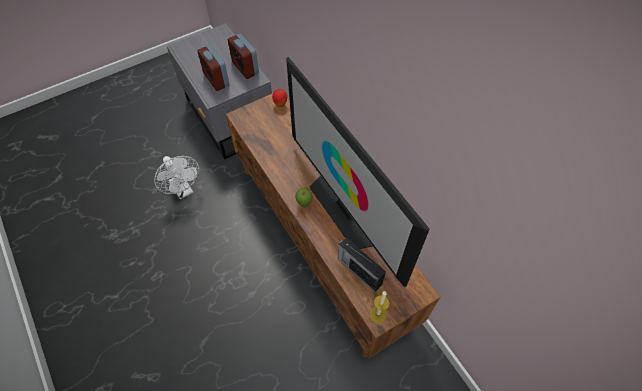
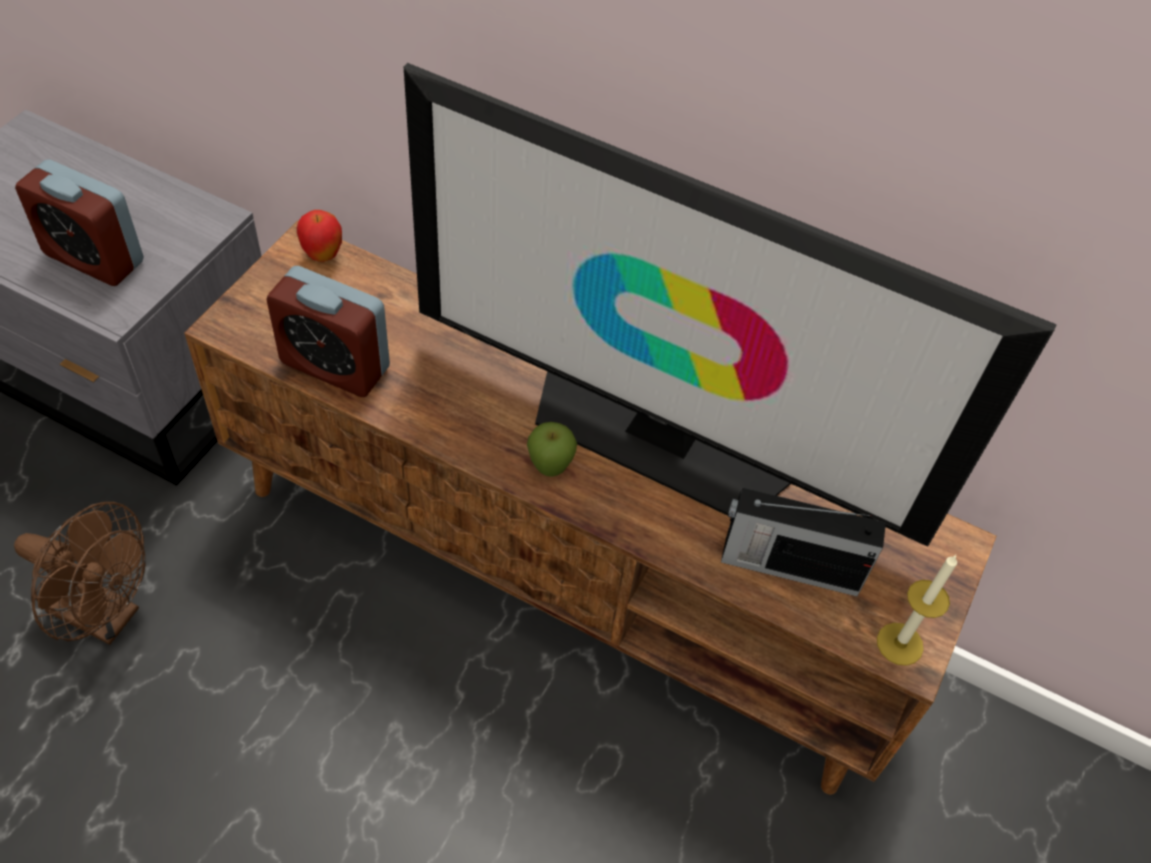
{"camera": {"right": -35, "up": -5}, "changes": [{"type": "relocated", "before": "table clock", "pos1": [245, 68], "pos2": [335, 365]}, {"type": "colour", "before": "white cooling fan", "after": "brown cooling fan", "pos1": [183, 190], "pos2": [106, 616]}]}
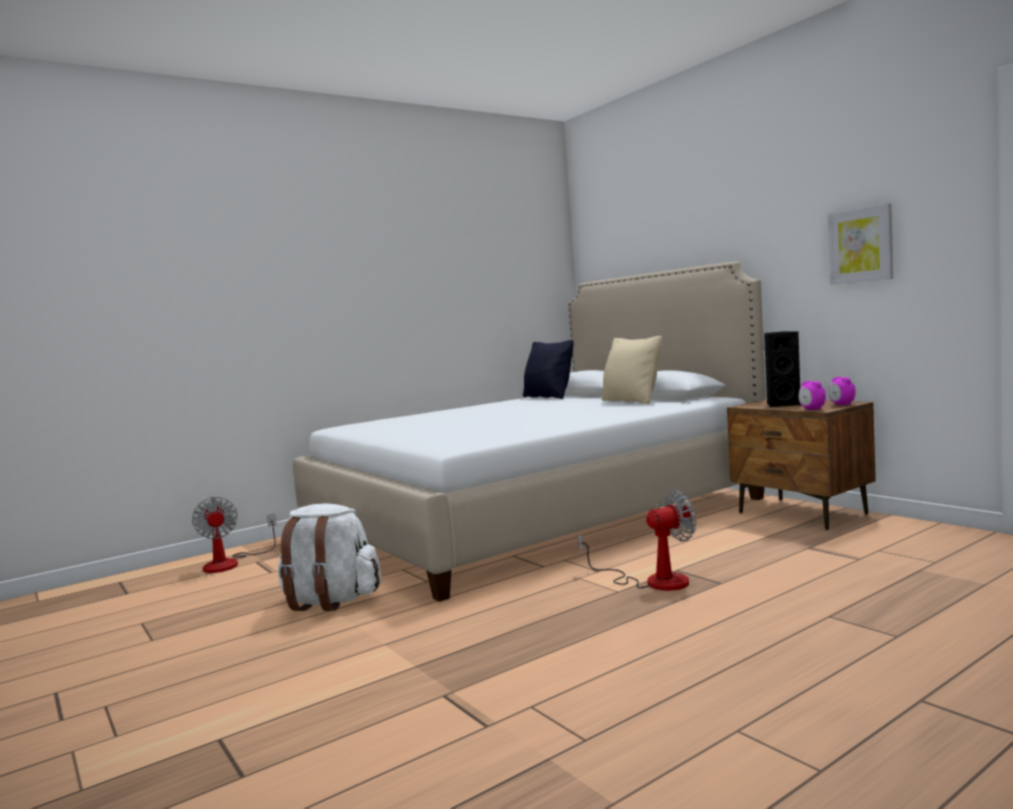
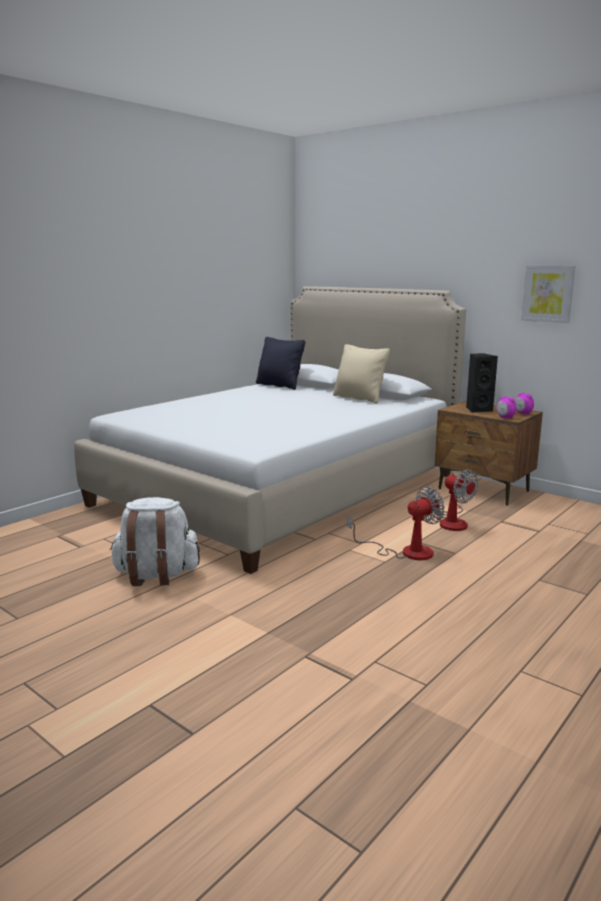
{"camera": {"right": -15, "up": 10}, "changes": [{"type": "relocated", "before": "cooling fan", "pos1": [231, 563], "pos2": [453, 521]}]}
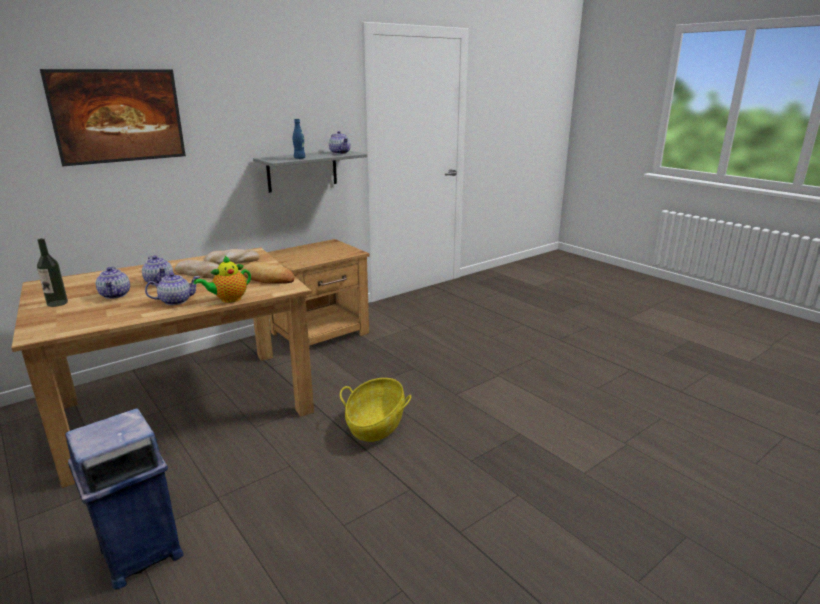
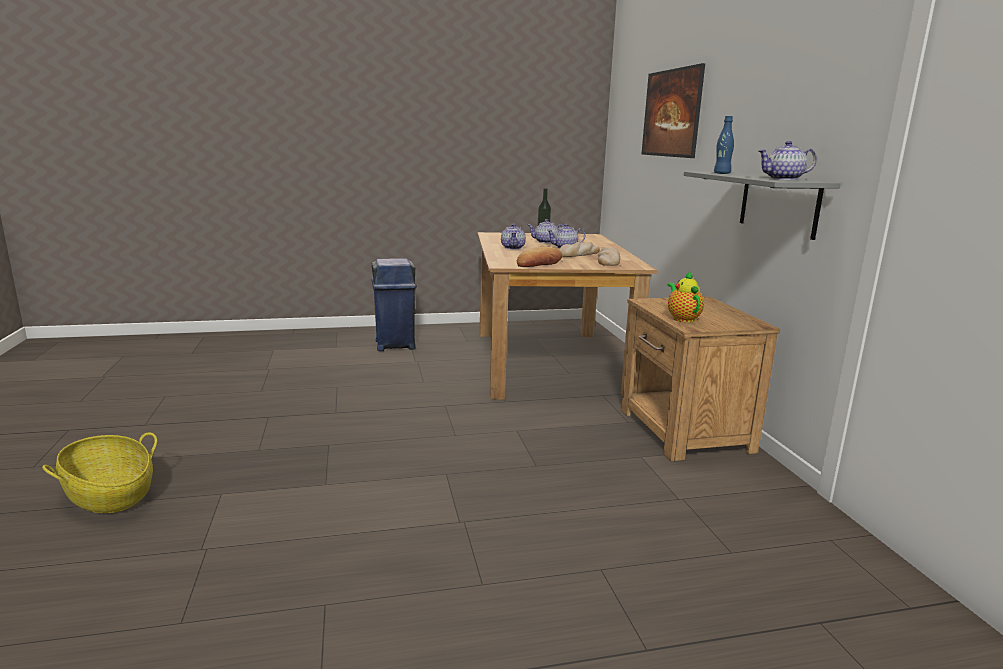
{"camera": {"right": 115, "up": -5}, "changes": [{"type": "relocated", "before": "pot for tea", "pos1": [228, 299], "pos2": [682, 318]}, {"type": "relocated", "before": "storage basket", "pos1": [376, 425], "pos2": [109, 494]}]}
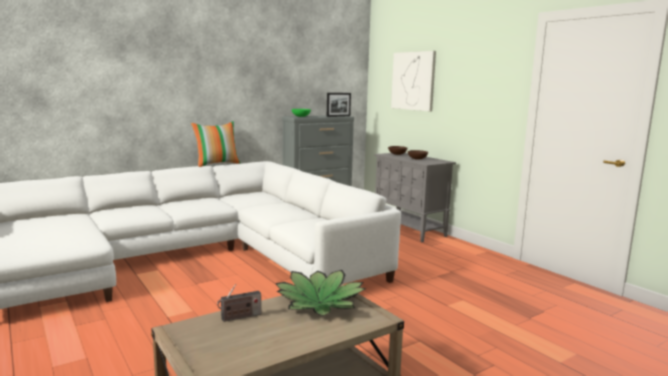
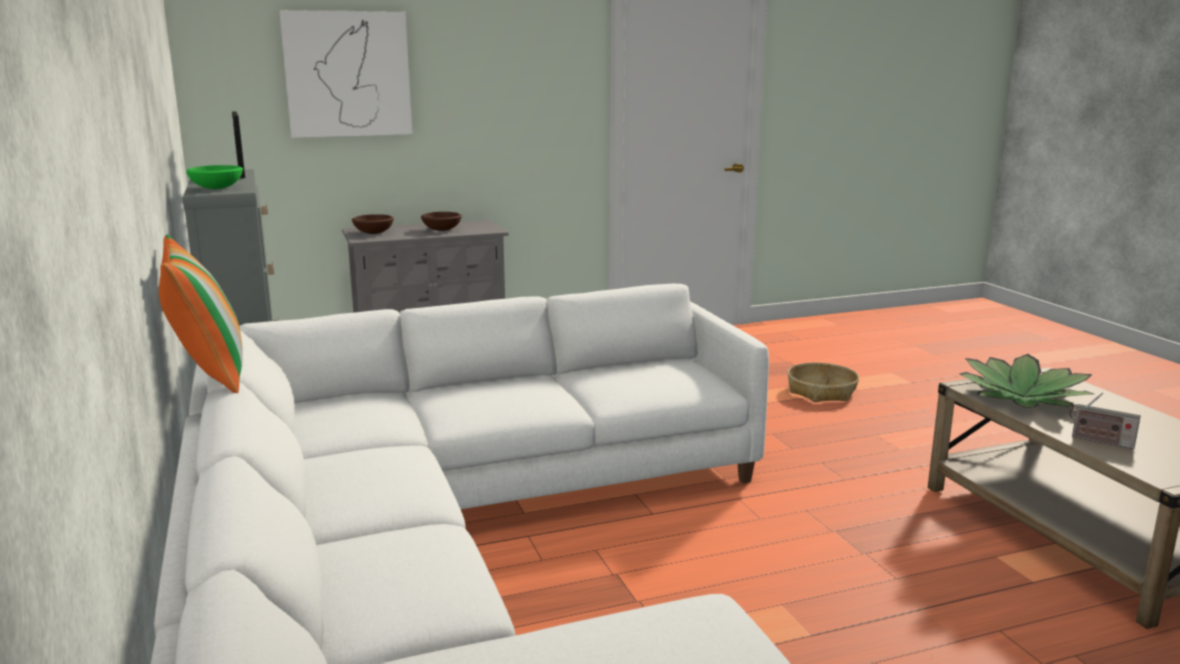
{"camera": {"right": -75, "up": 5}, "changes": [{"type": "spun", "before": "radio", "pos1": [239, 317], "pos2": [1099, 441], "turn": 135}, {"type": "appeared", "after": "storage basket", "pos2": [821, 391]}]}
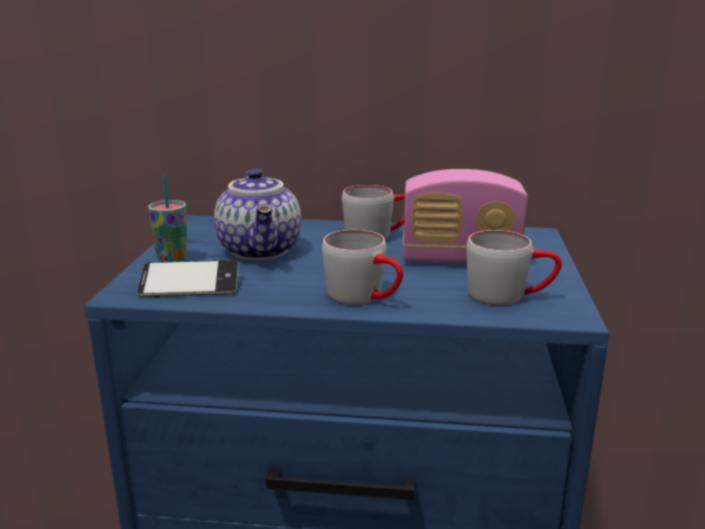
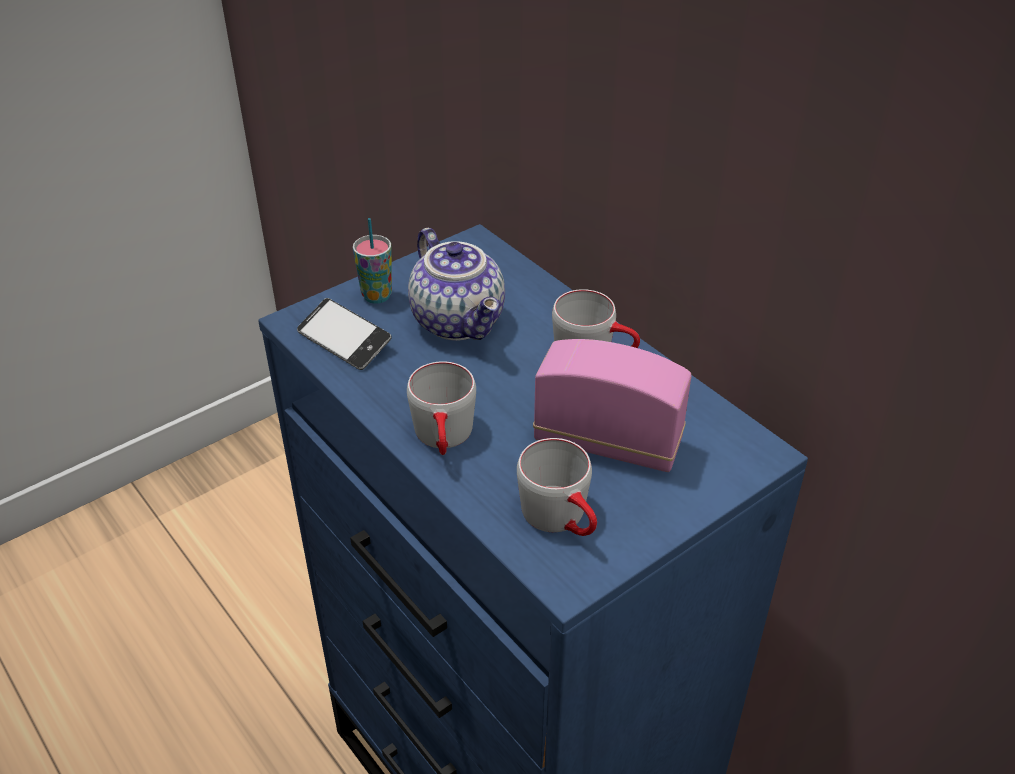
{"camera": {"right": 45, "up": 20}, "changes": [{"type": "spun", "before": "pot for tea", "pos1": [262, 251], "pos2": [460, 321], "turn": -60}, {"type": "spun", "before": "radio", "pos1": [460, 259], "pos2": [607, 442], "turn": 150}]}
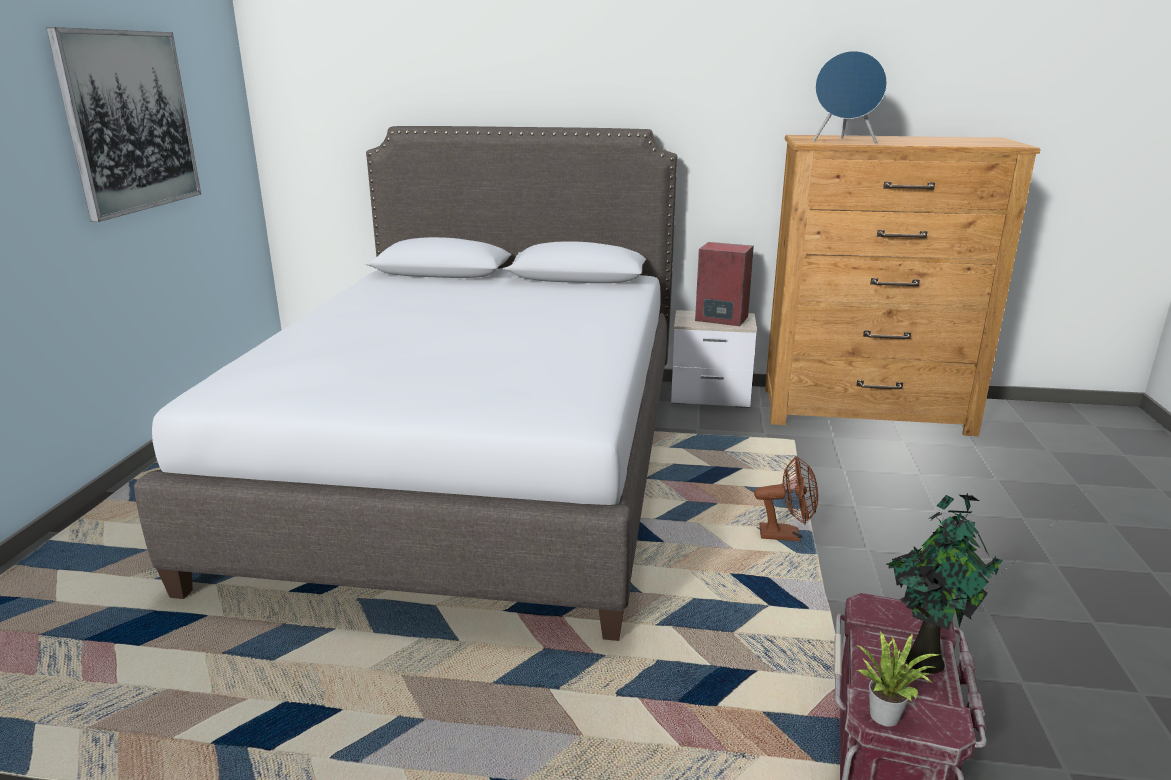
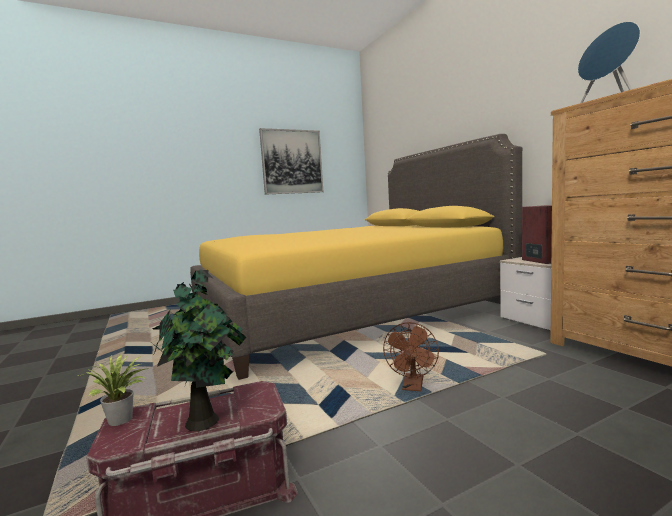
{"camera": {"right": 55, "up": -15}, "changes": [{"type": "colour", "before": "gray sleeping bed", "after": "yellow sleeping bed", "pos1": [474, 465], "pos2": [348, 313]}, {"type": "spun", "before": "brown cooling fan", "pos1": [786, 535], "pos2": [413, 387], "turn": 45}]}
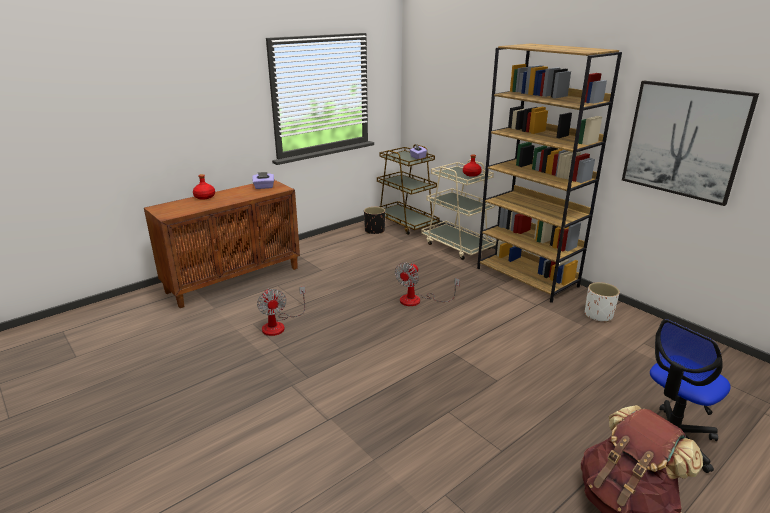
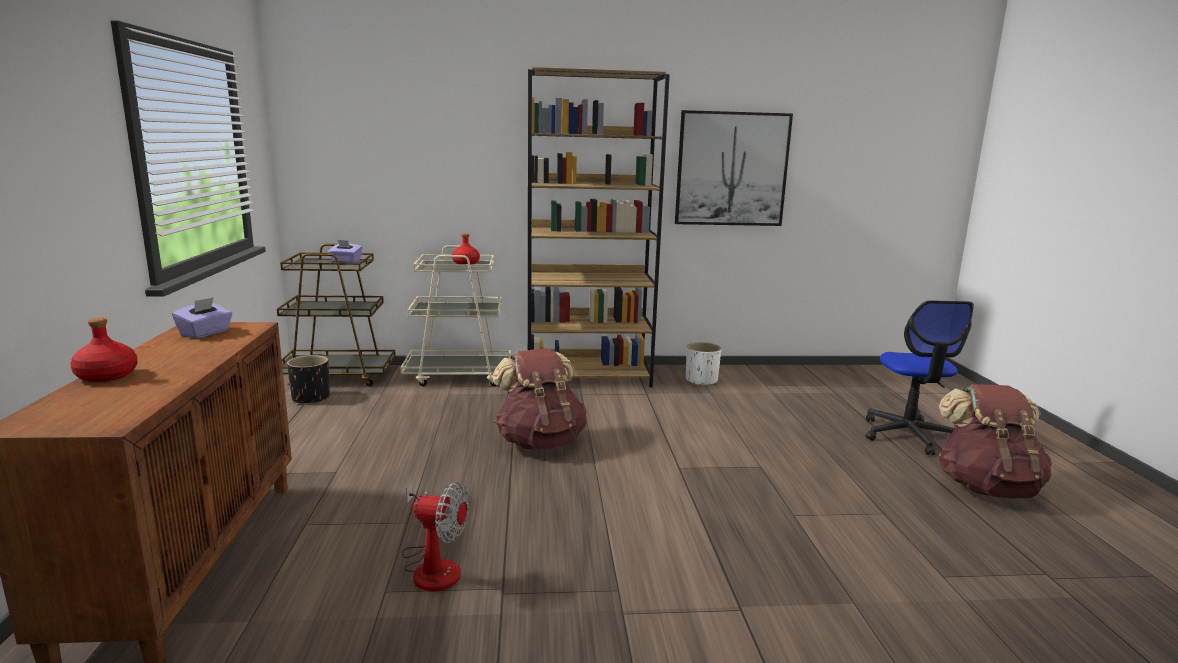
{"camera": {"right": -55, "up": -10}, "changes": [{"type": "exchanged", "before": "cooling fan", "after": "brown knapsack", "pos1": [418, 300], "pos2": [540, 442]}]}
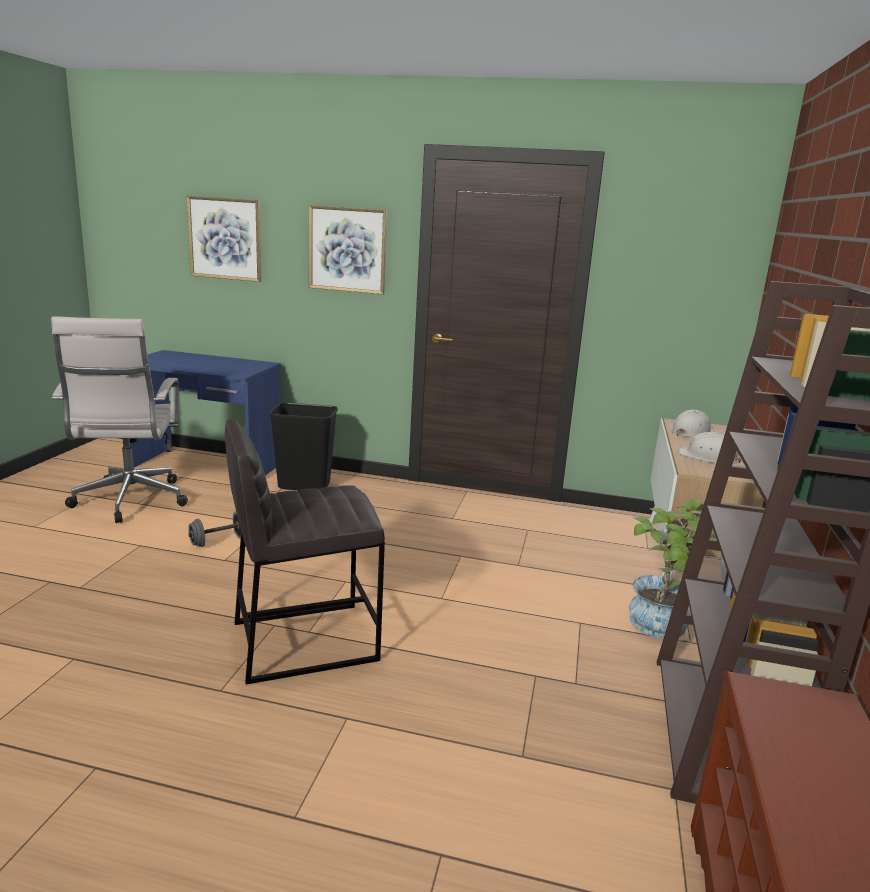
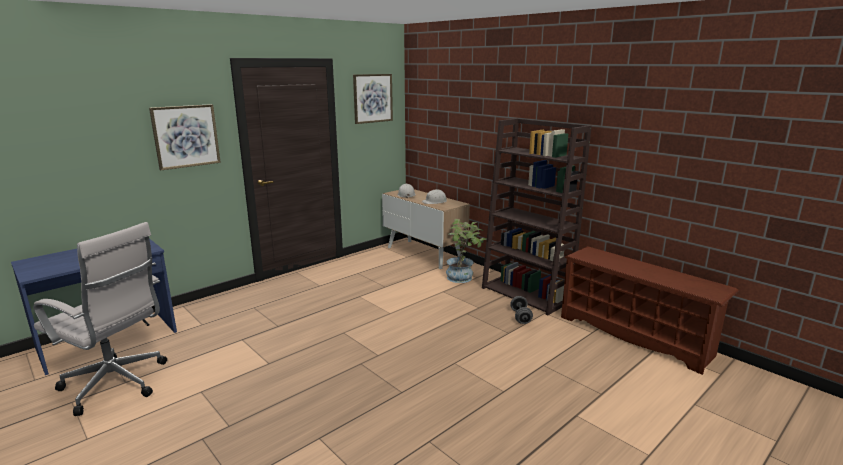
{"camera": {"right": -55, "up": 0}, "changes": [{"type": "relocated", "before": "wall picture", "pos1": [225, 238], "pos2": [372, 98]}, {"type": "missing", "before": "blackish rubbish bin", "pos1": [305, 485]}, {"type": "missing", "before": "gray sitting stool", "pos1": [303, 640]}, {"type": "relocated", "before": "gray free weight", "pos1": [219, 541], "pos2": [520, 317]}]}
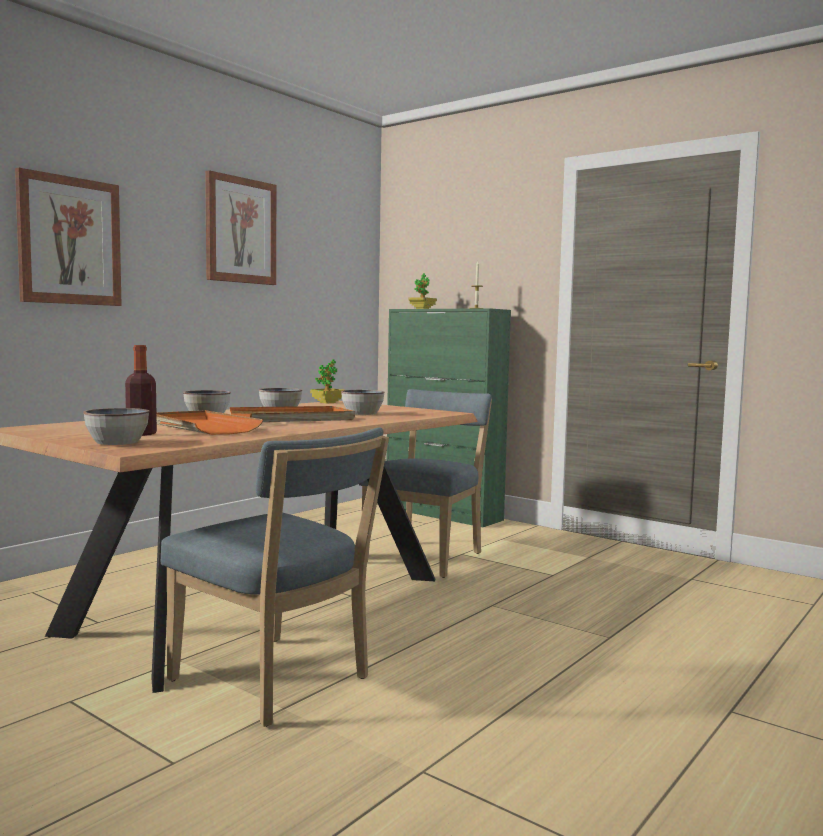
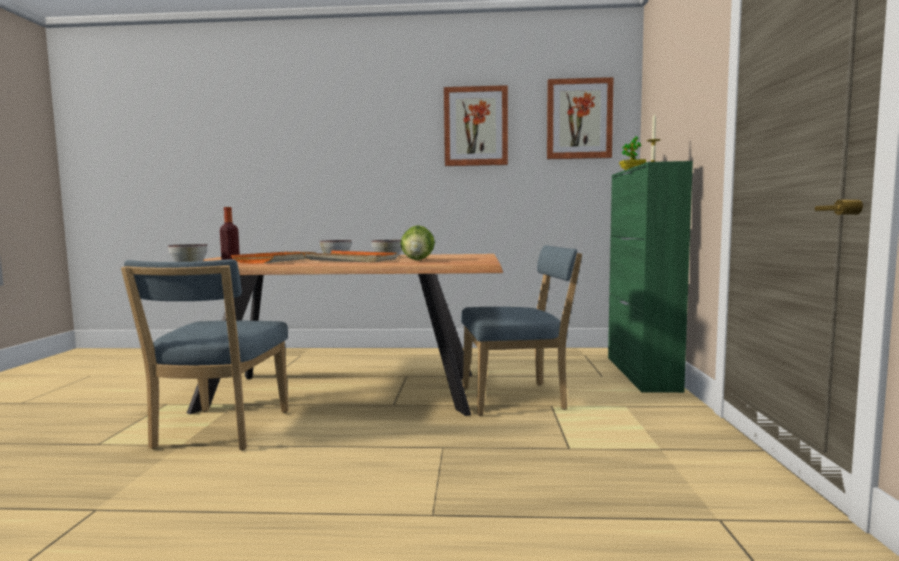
{"camera": {"right": 55, "up": 0}, "changes": [{"type": "relocated", "before": "wall picture", "pos1": [69, 241], "pos2": [579, 119]}, {"type": "missing", "before": "potted plant", "pos1": [327, 402]}, {"type": "exchanged", "before": "bowl", "after": "lettuce head", "pos1": [362, 413], "pos2": [418, 260]}]}
